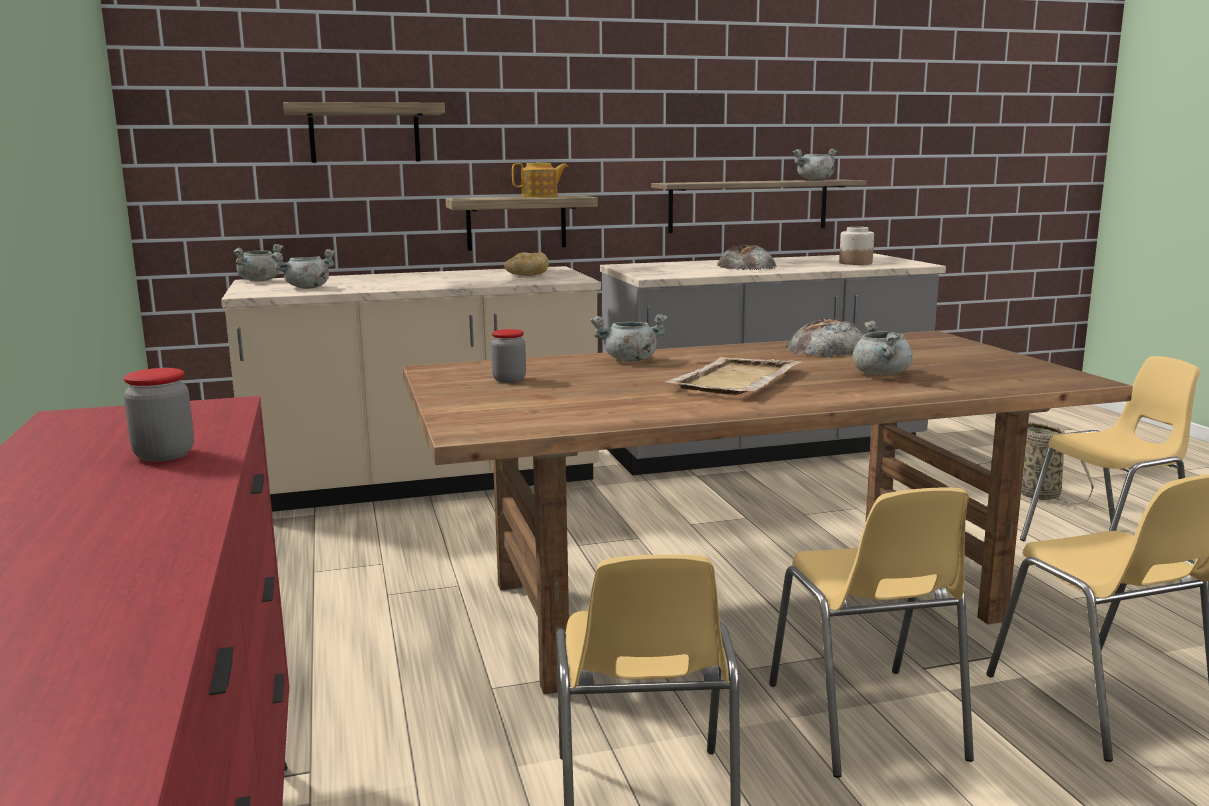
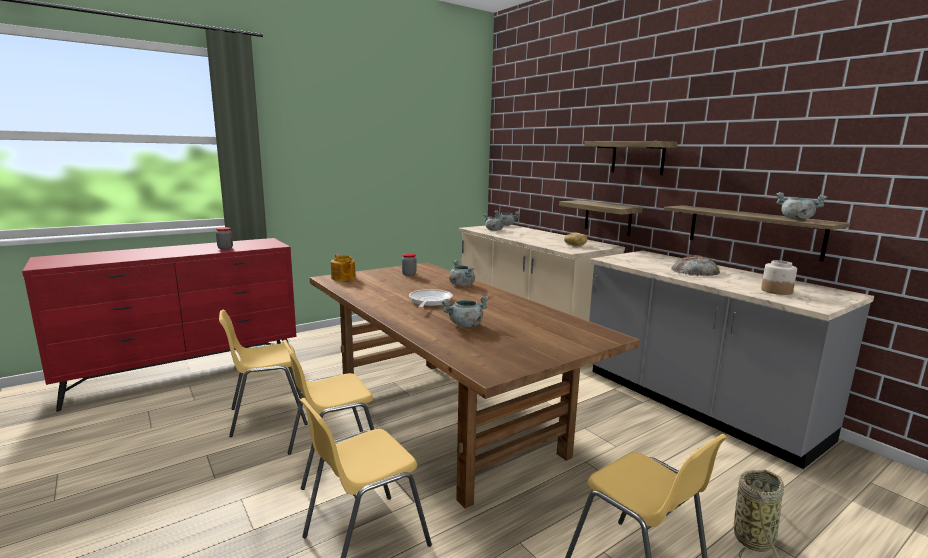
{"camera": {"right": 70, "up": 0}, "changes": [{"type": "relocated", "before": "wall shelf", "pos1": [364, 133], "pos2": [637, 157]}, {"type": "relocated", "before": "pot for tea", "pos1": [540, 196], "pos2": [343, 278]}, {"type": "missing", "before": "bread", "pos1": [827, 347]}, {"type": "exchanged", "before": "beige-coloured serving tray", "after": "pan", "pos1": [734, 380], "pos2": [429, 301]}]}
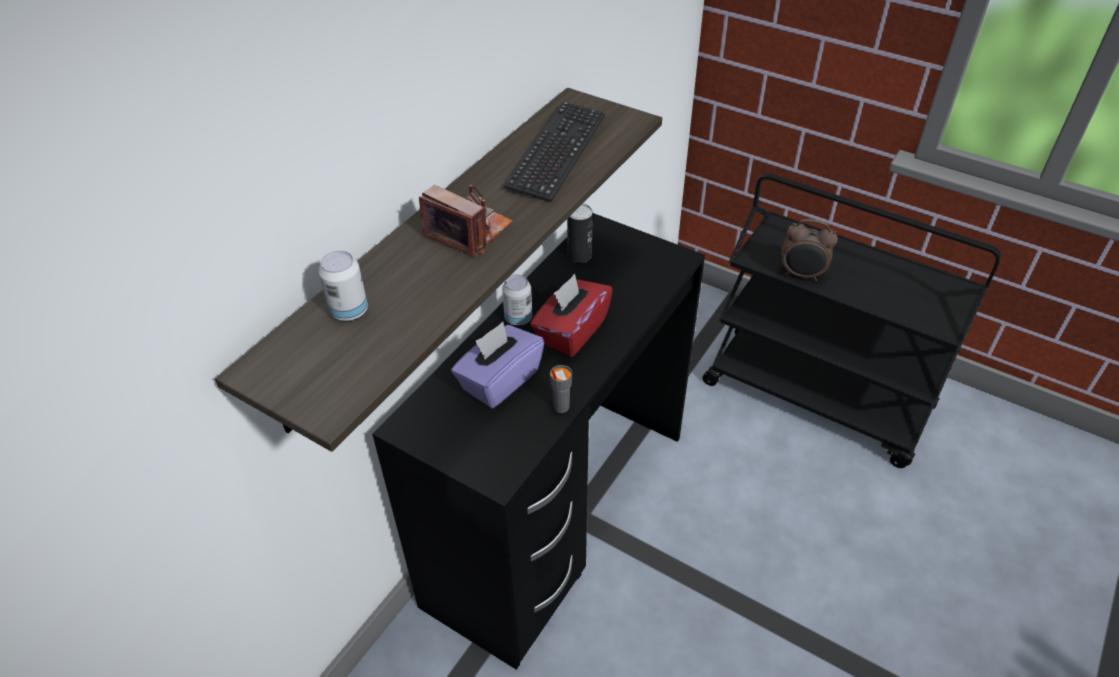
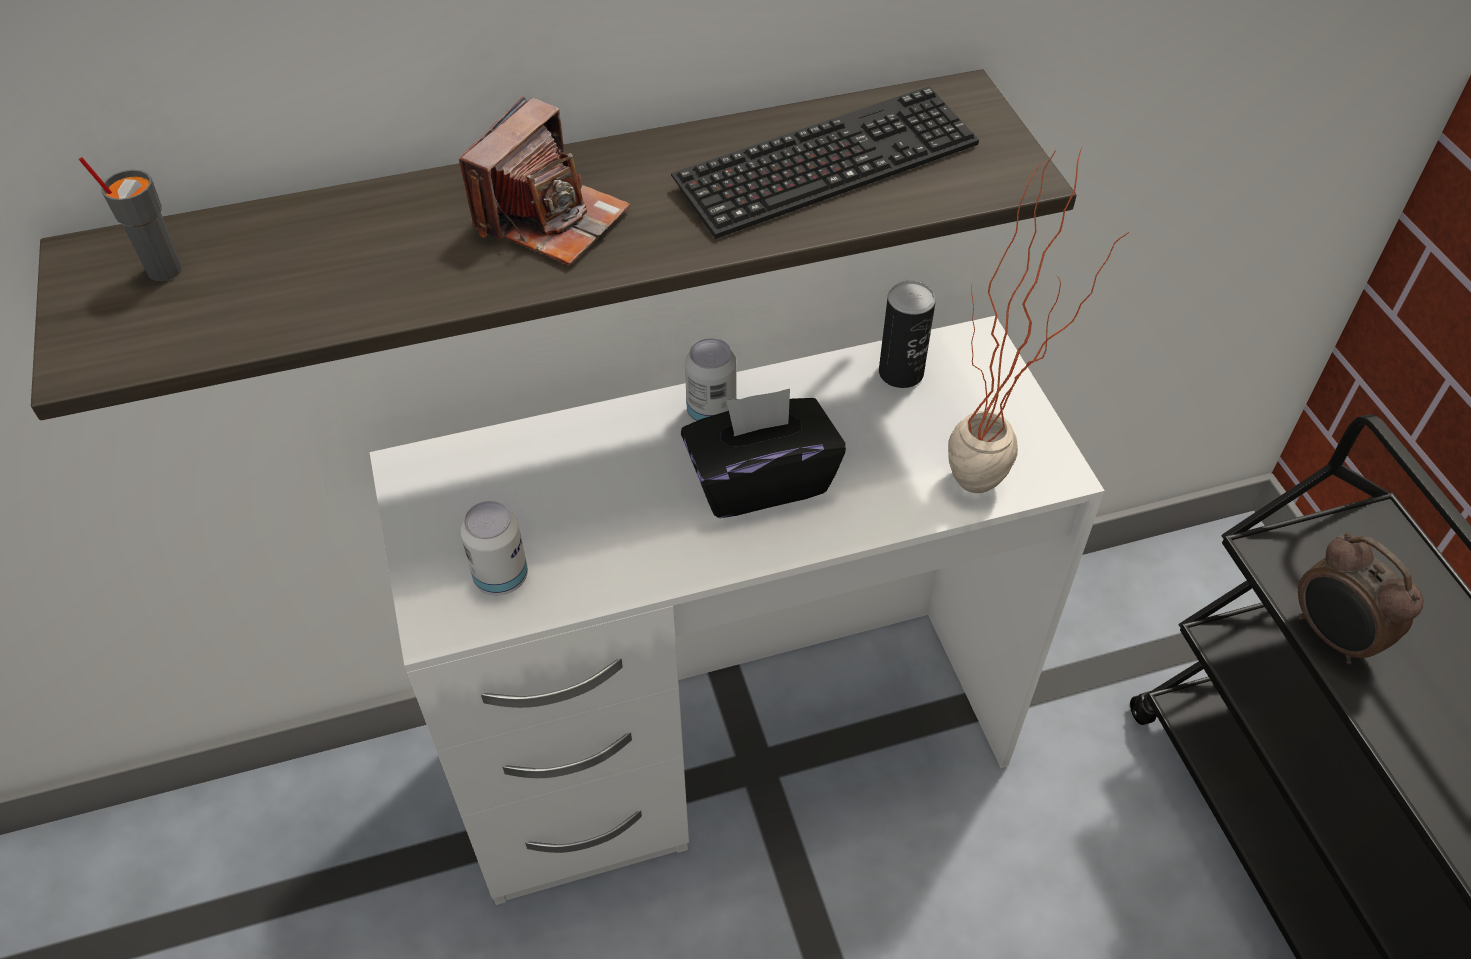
{"camera": {"right": 40, "up": 5}, "changes": [{"type": "spun", "before": "still camera", "pos1": [469, 231], "pos2": [551, 218], "turn": 45}, {"type": "colour", "before": "blackish desk", "after": "white desk", "pos1": [557, 515], "pos2": [733, 746]}, {"type": "relocated", "before": "can", "pos1": [349, 311], "pos2": [501, 577]}, {"type": "colour", "before": "red-coloured tissue holder", "after": "blackish tissue holder", "pos1": [571, 332], "pos2": [760, 480]}, {"type": "missing", "before": "purple tissue holder", "pos1": [499, 380]}, {"type": "relocated", "before": "gray cup", "pos1": [560, 407], "pos2": [163, 270]}, {"type": "appeared", "after": "potted plant", "pos2": [989, 496]}]}
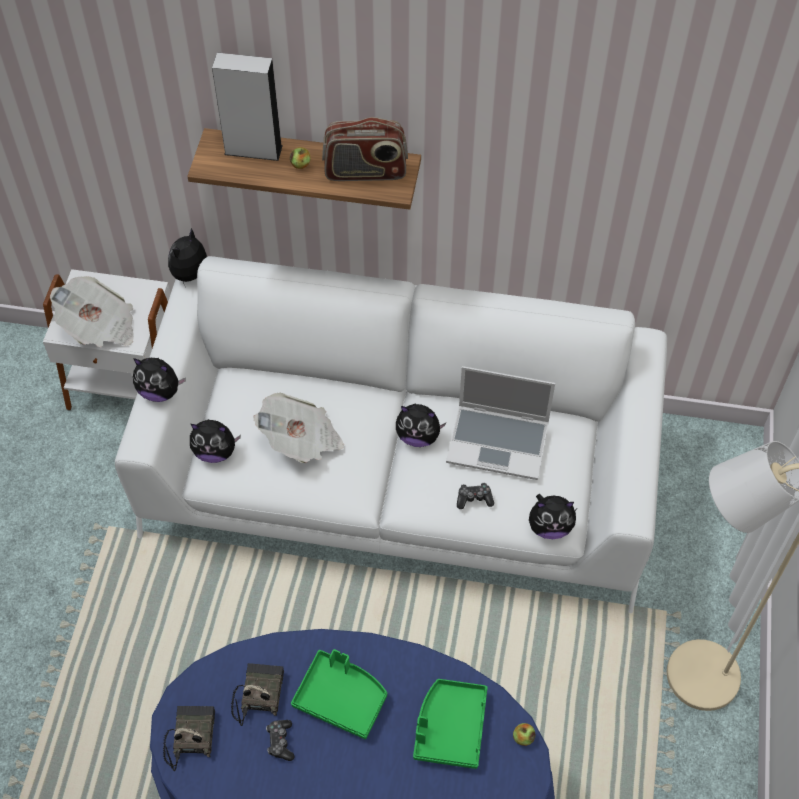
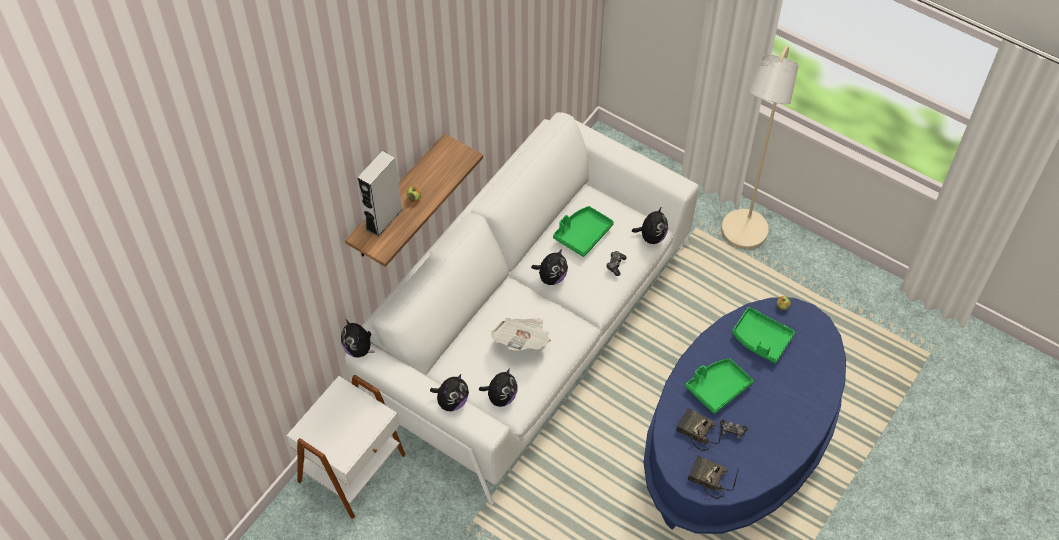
{"camera": {"right": -65, "up": 0}, "changes": [{"type": "missing", "before": "radio", "pos1": [365, 172]}, {"type": "missing", "before": "daily paper", "pos1": [99, 327]}, {"type": "exchanged", "before": "notebook computer", "after": "greenish serving tray", "pos1": [499, 442], "pos2": [582, 234]}]}
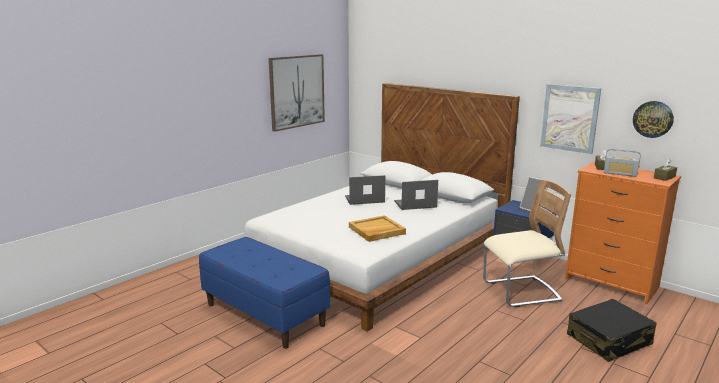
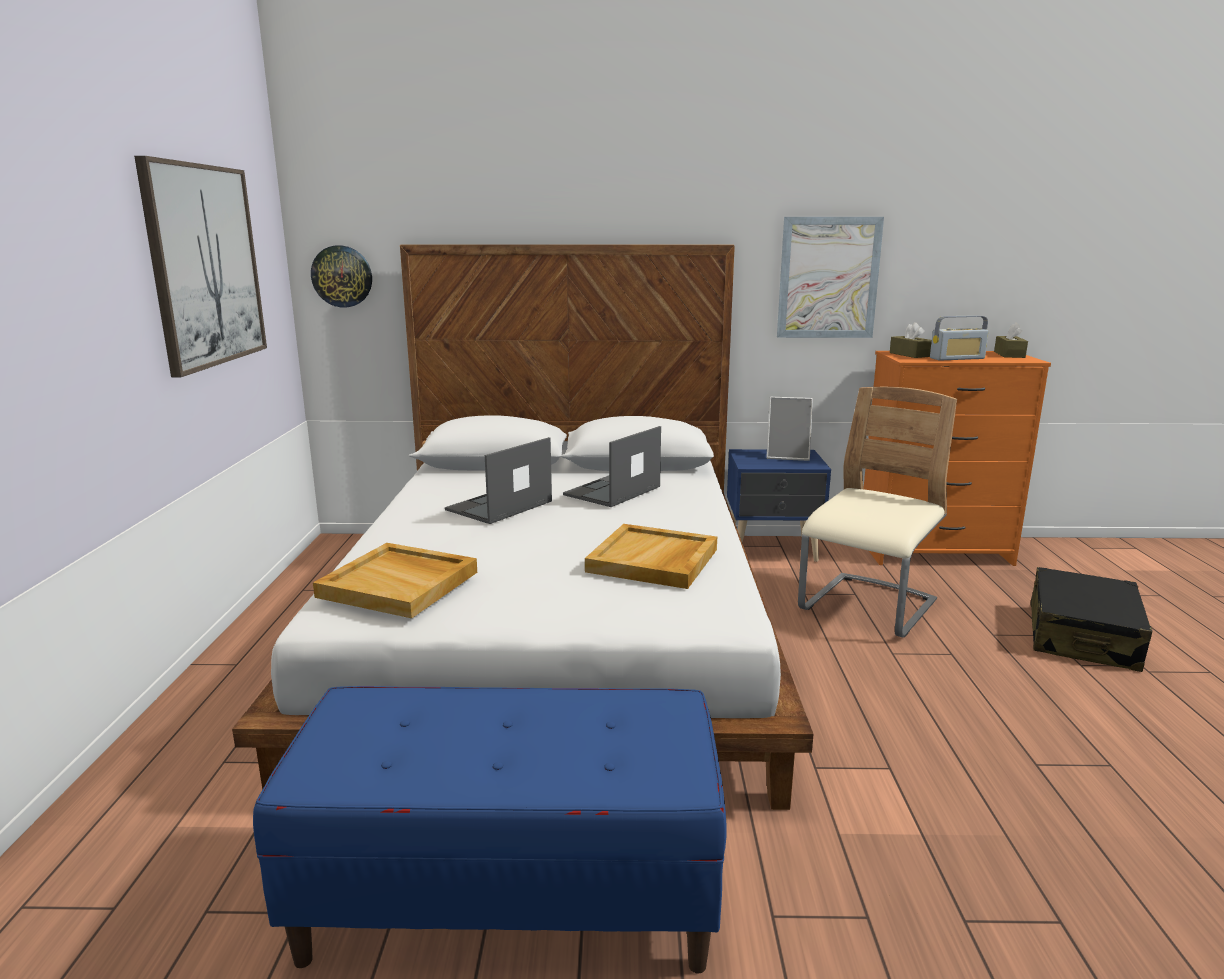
{"camera": {"right": -40, "up": 0}, "changes": [{"type": "relocated", "before": "wall clock", "pos1": [653, 119], "pos2": [342, 276]}, {"type": "appeared", "after": "beige-coloured serving tray", "pos2": [400, 584]}]}
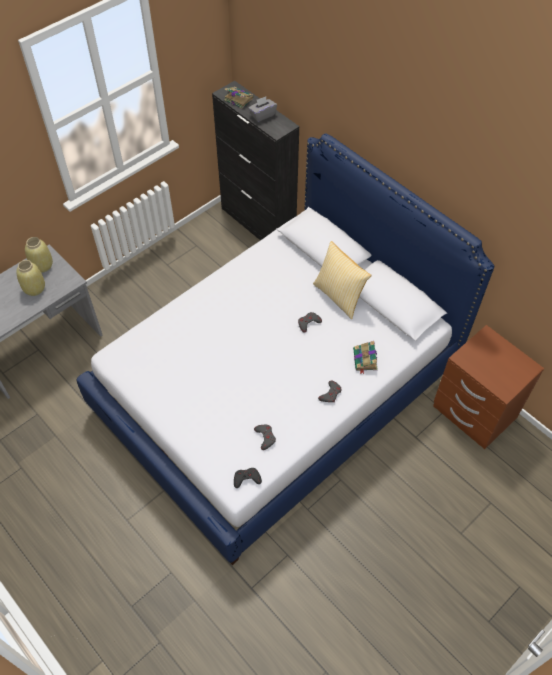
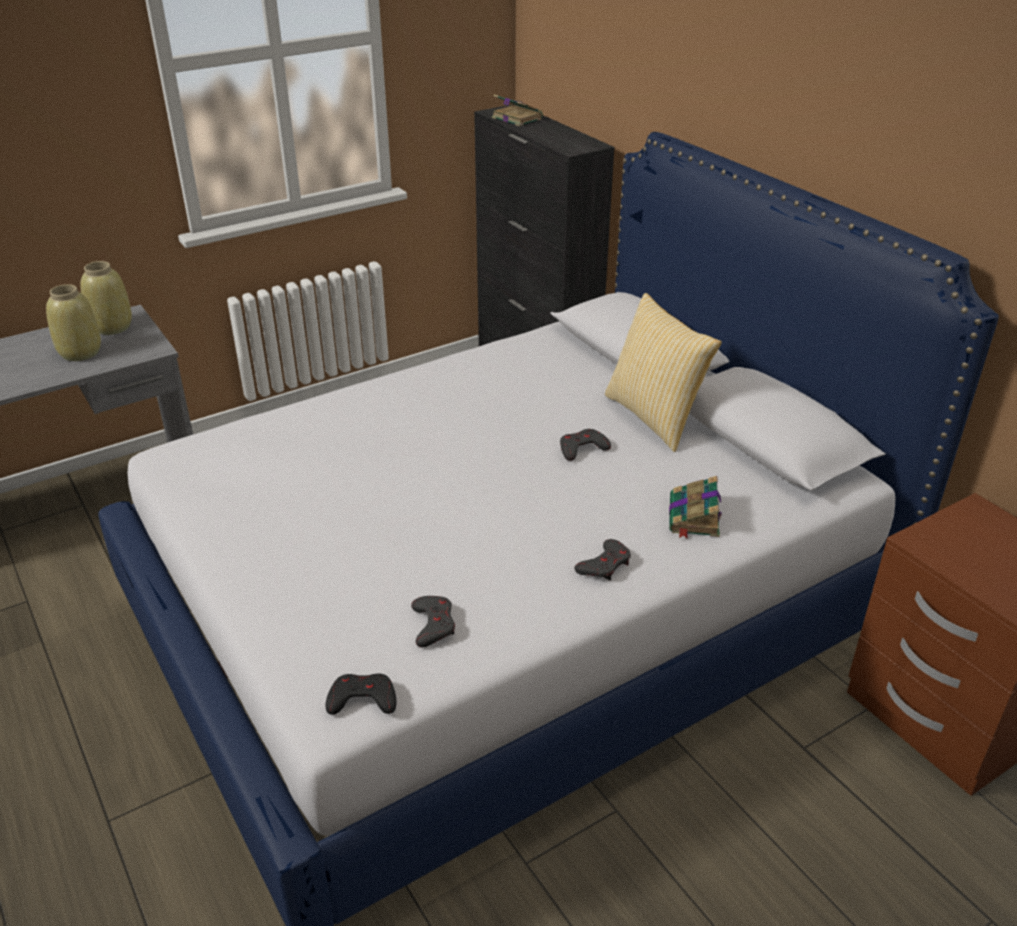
{"camera": {"right": 10, "up": -20}, "changes": [{"type": "missing", "before": "gray tissue holder", "pos1": [262, 115]}]}
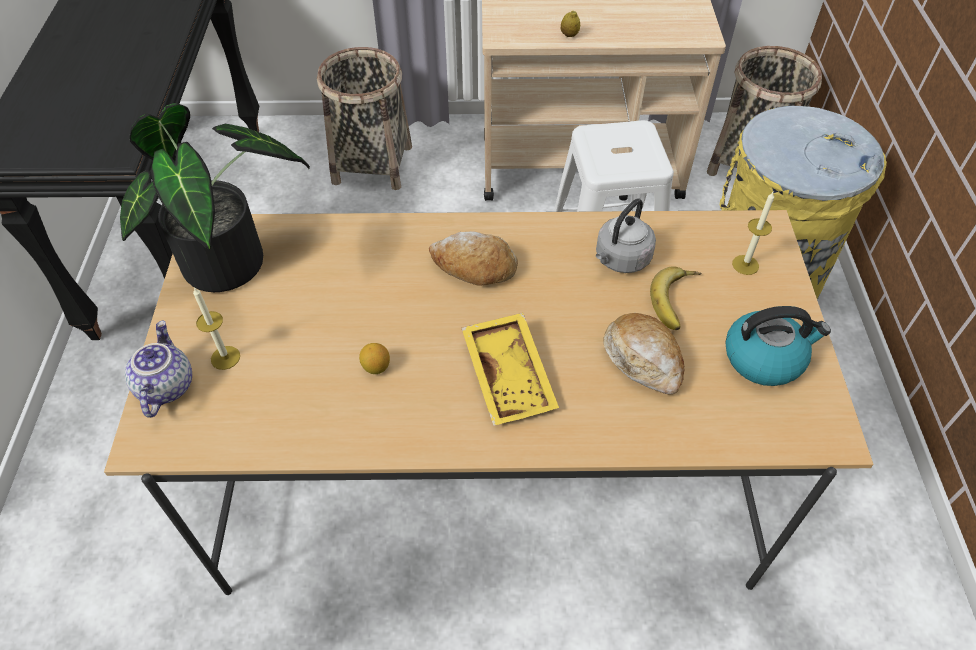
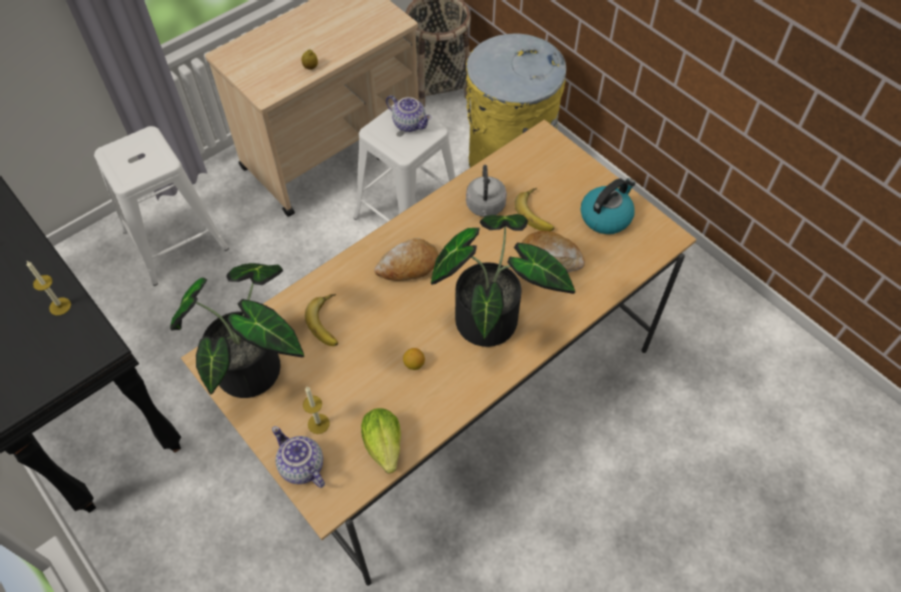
{"camera": {"right": -40, "up": 5}, "changes": [{"type": "exchanged", "before": "storage basket", "after": "white sitting stool", "pos1": [372, 164], "pos2": [175, 240]}, {"type": "relocated", "before": "wax candle", "pos1": [745, 265], "pos2": [60, 306]}, {"type": "exchanged", "before": "yellow serving tray", "after": "potted plant", "pos1": [510, 376], "pos2": [492, 316]}, {"type": "appeared", "after": "pot for tea", "pos2": [410, 124]}, {"type": "appeared", "after": "whole banana", "pos2": [329, 322]}, {"type": "appeared", "after": "lettuce head", "pos2": [384, 449]}]}
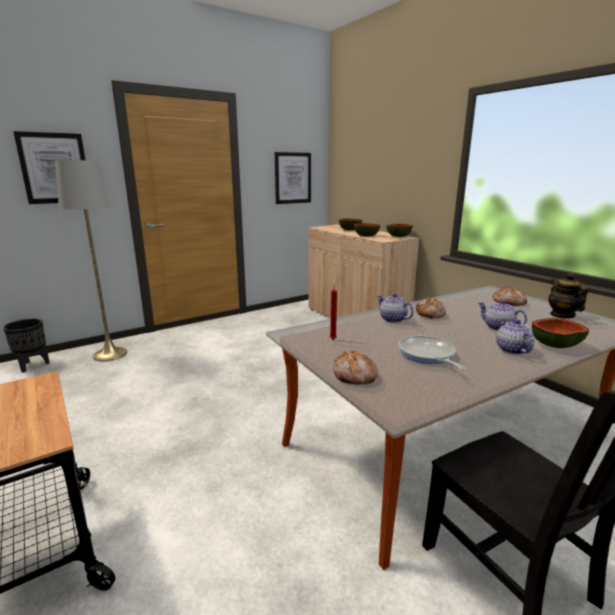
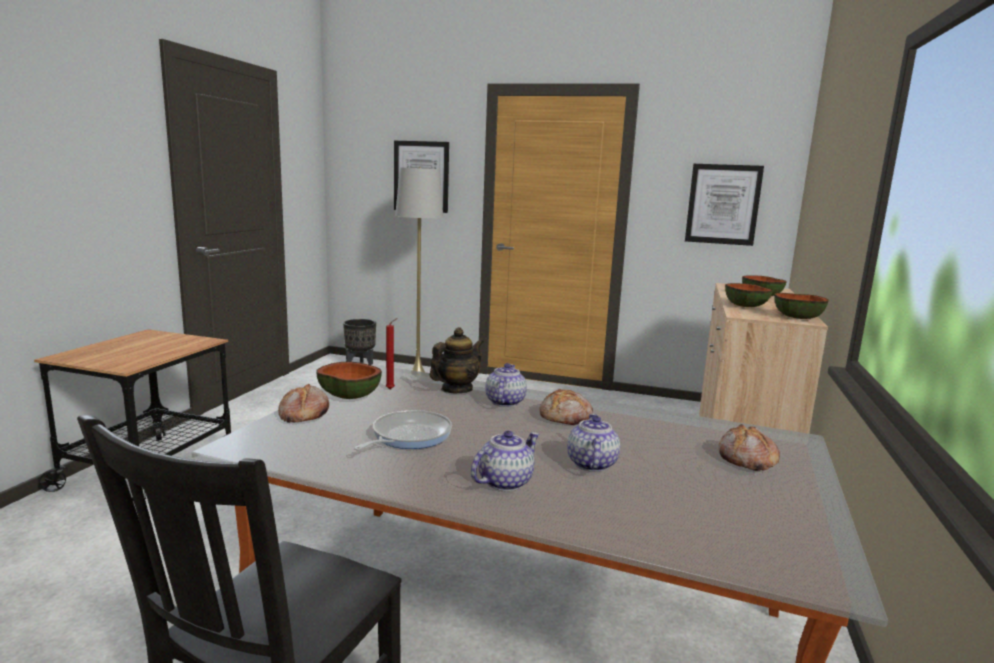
{"camera": {"right": 50, "up": -5}, "changes": [{"type": "relocated", "before": "pot for tea", "pos1": [562, 315], "pos2": [456, 389]}, {"type": "relocated", "before": "bowl", "pos1": [555, 345], "pos2": [348, 396]}]}
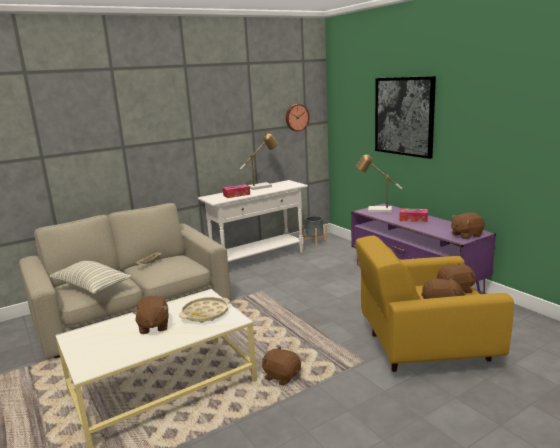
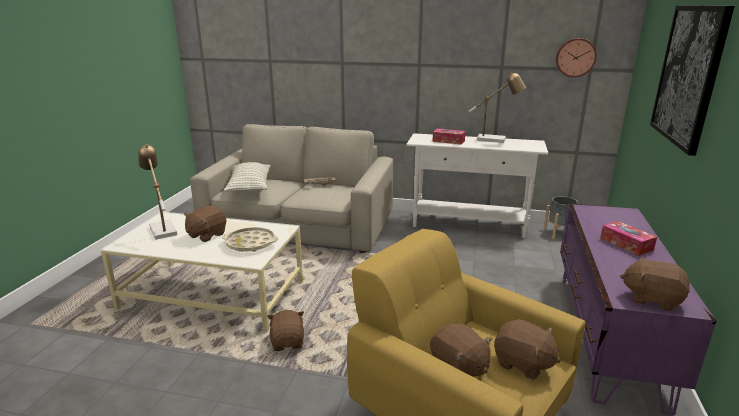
{"camera": {"right": 45, "up": 5}, "changes": [{"type": "relocated", "before": "tabletop lamp", "pos1": [376, 210], "pos2": [161, 229]}]}
